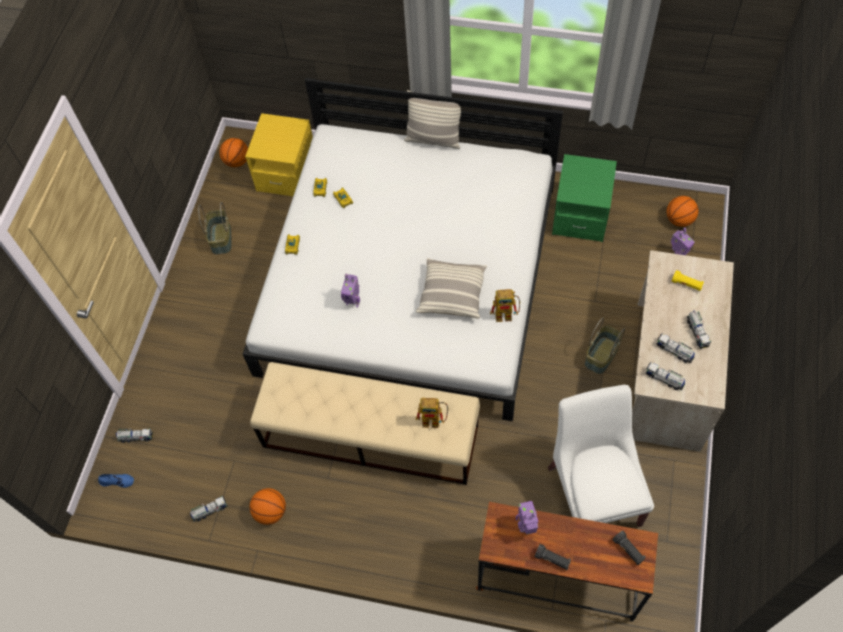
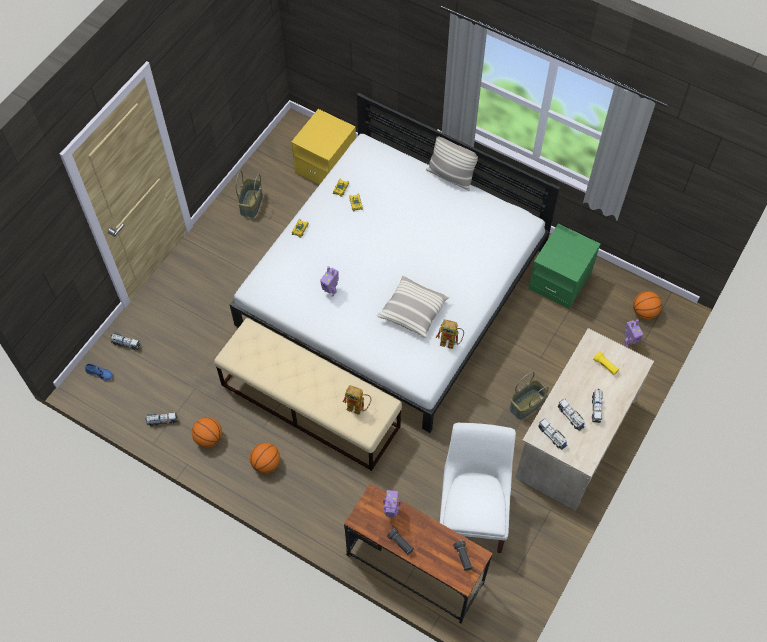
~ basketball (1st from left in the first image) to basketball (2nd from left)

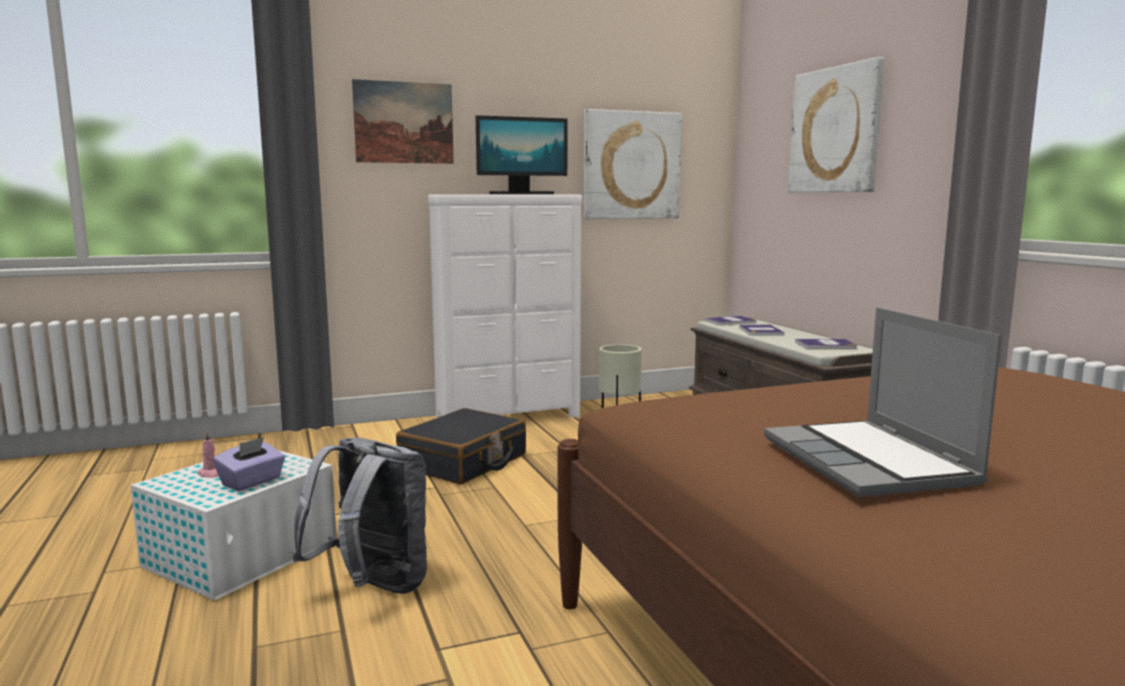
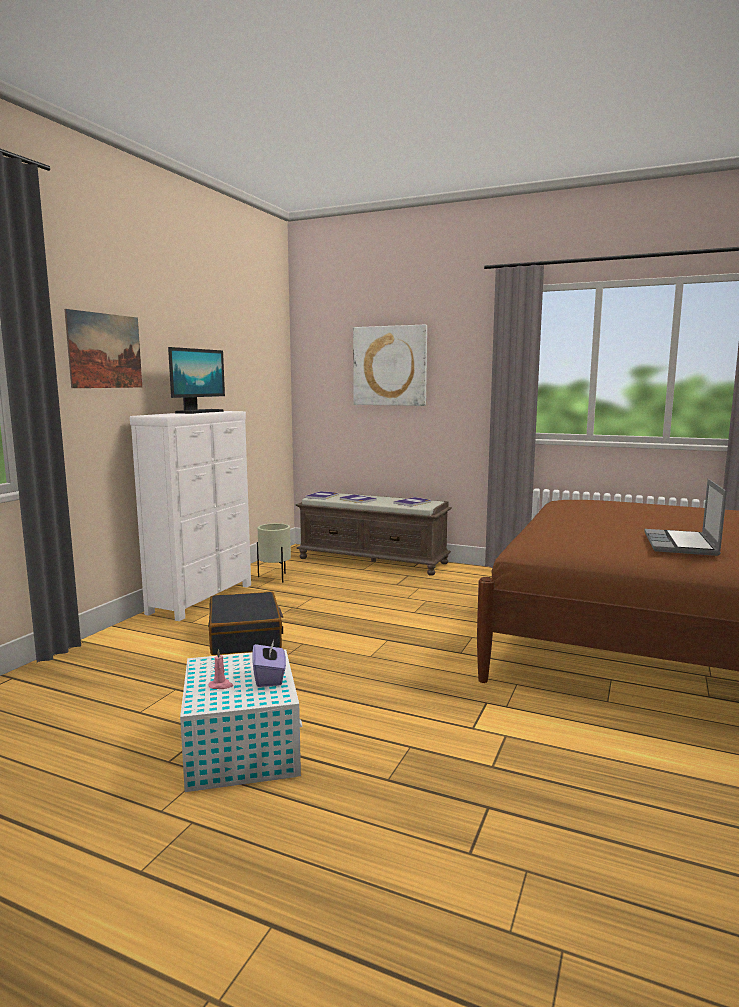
- grey backpack
- picture (2nd from left)
~ laptop 75 degrees clockwise

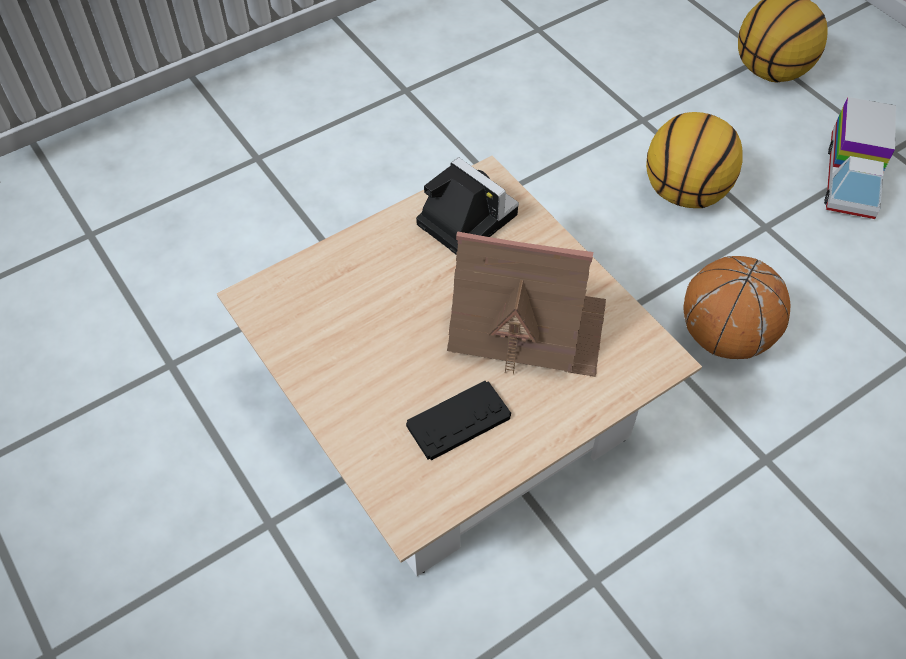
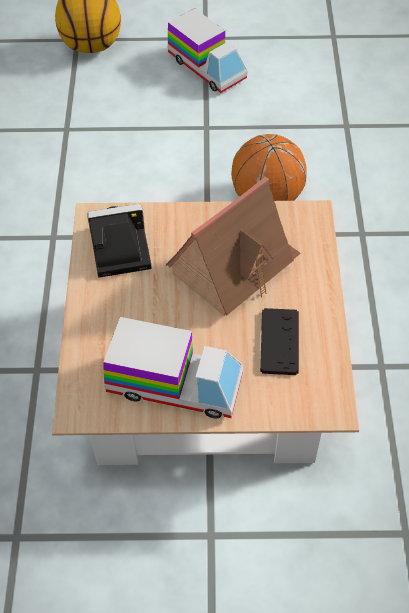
- basketball (1st from left)
+ toy truck (1st from left)

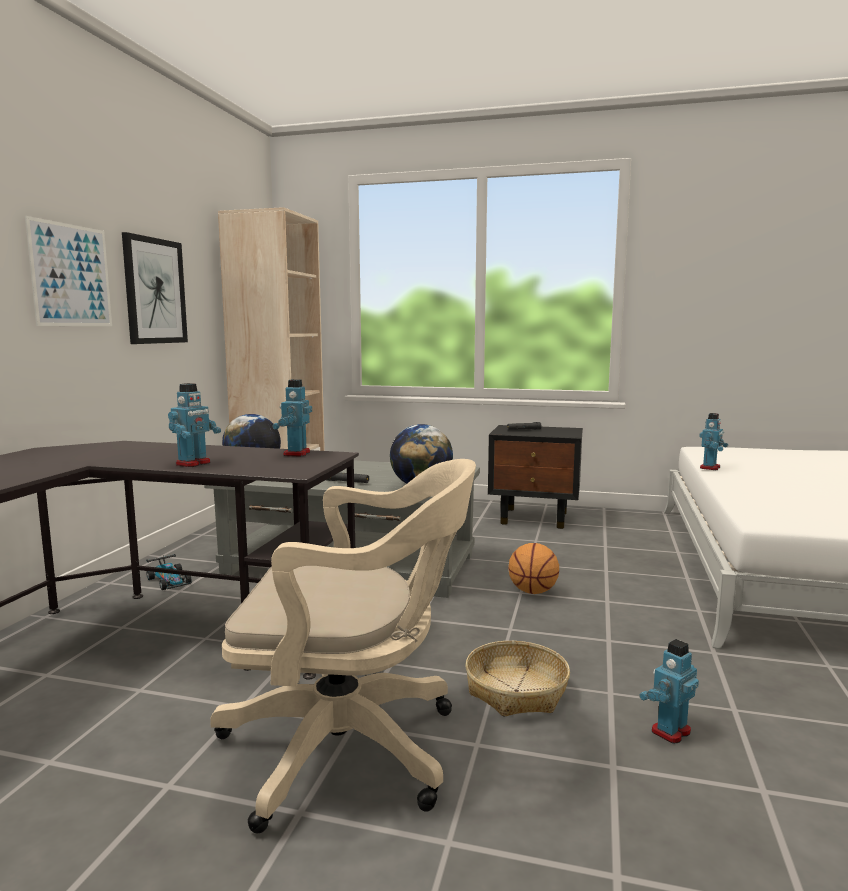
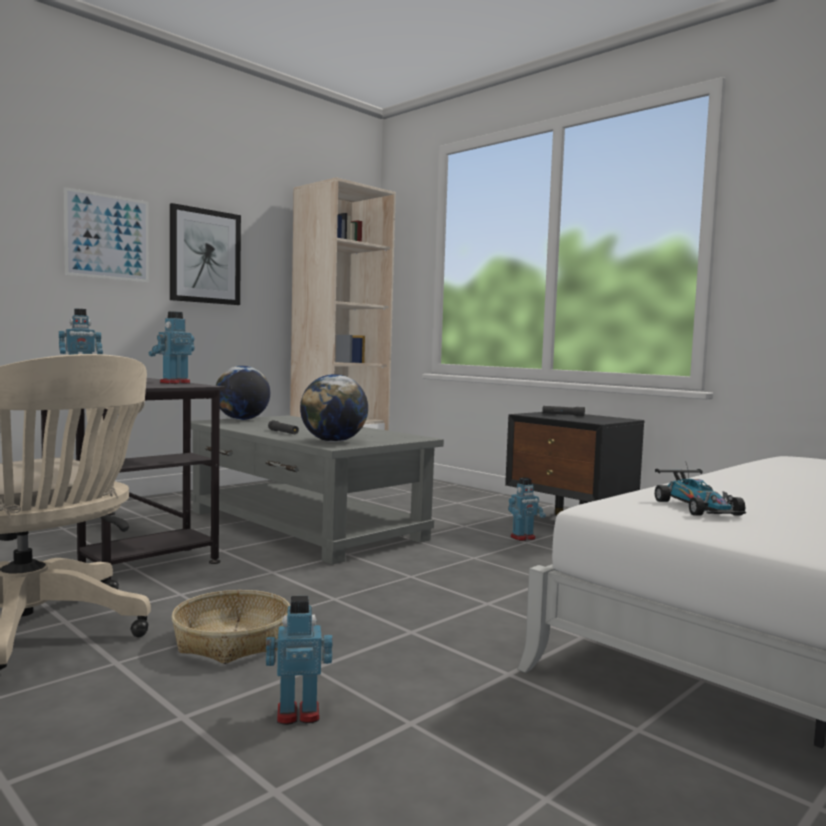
~ toy car
- basketball
~ toy robot (4th from left)

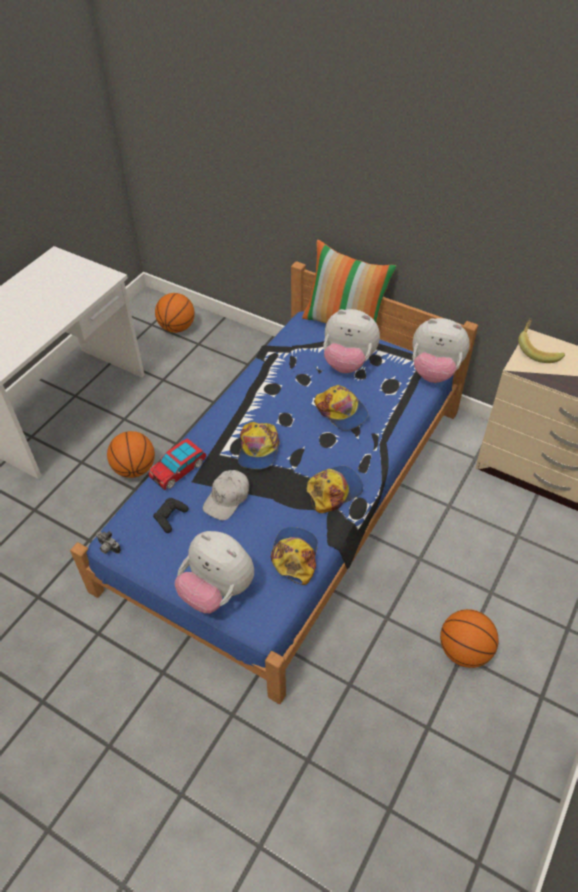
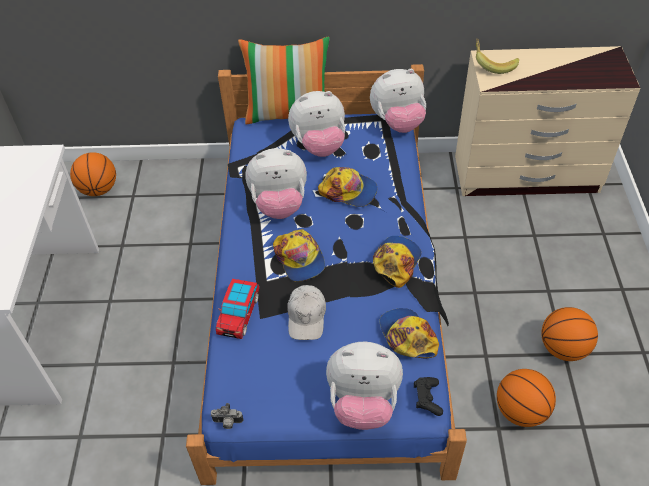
~ basketball (1st from left in the first image) to basketball (2nd from left)
~ black game controller
+ plush toy (1st from left)

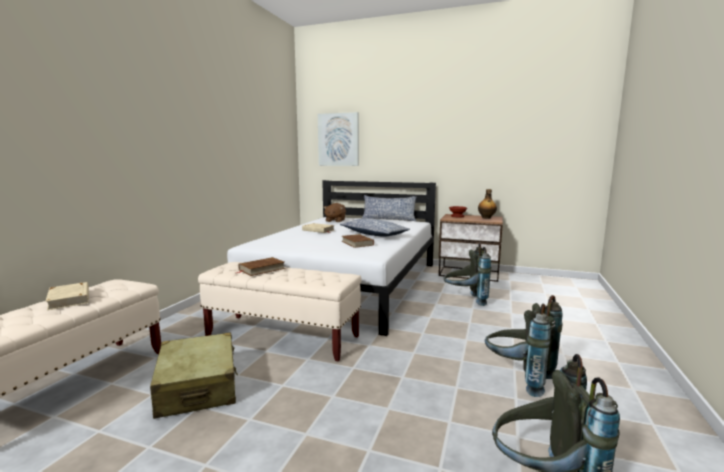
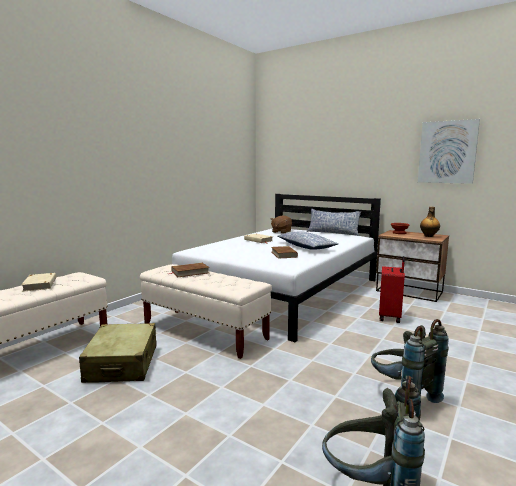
~ picture
~ grey backpack (1st from left) to red suitcase

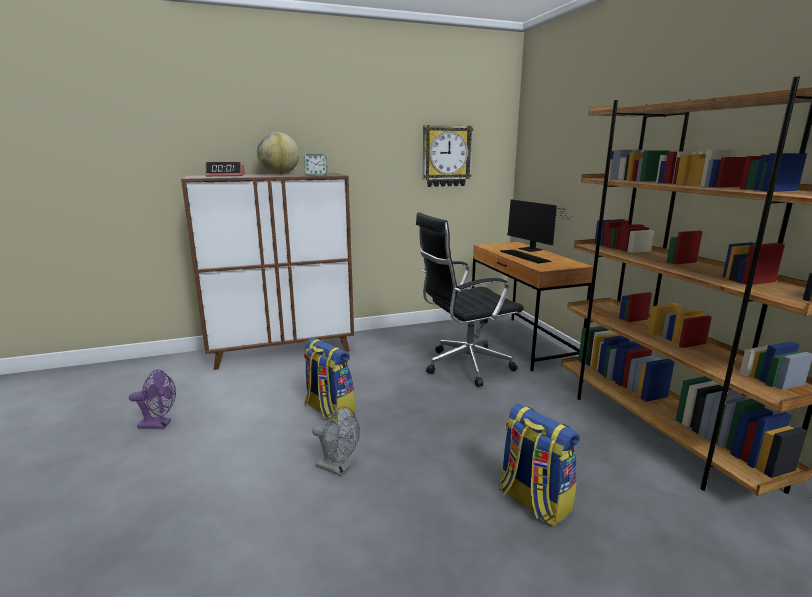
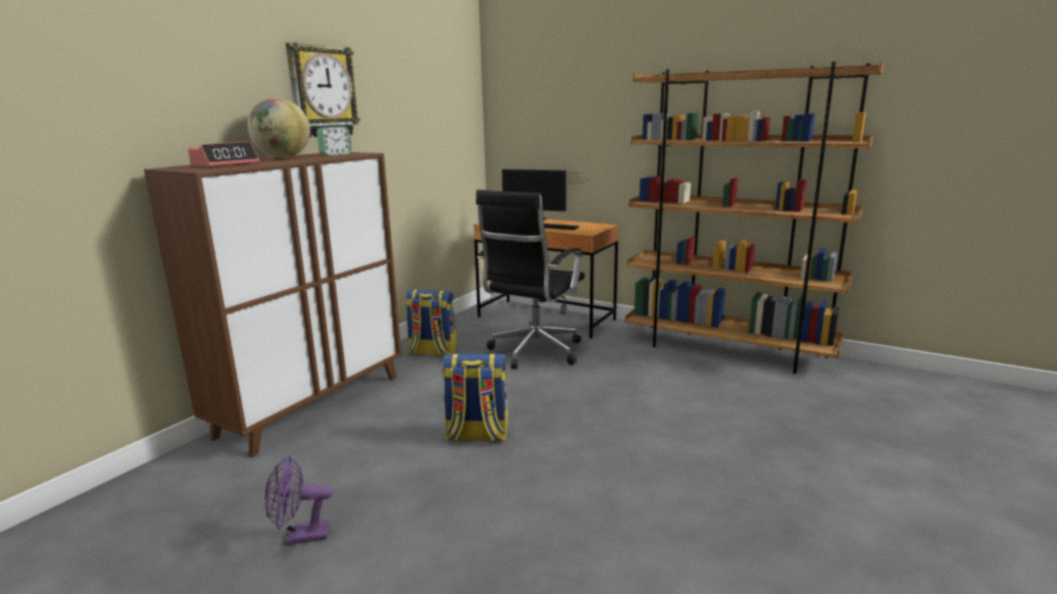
~ purple fan 150 degrees counterclockwise
- grey fan
~ wall clock
~ backpack (2nd from left in the first image) to backpack (1st from left)

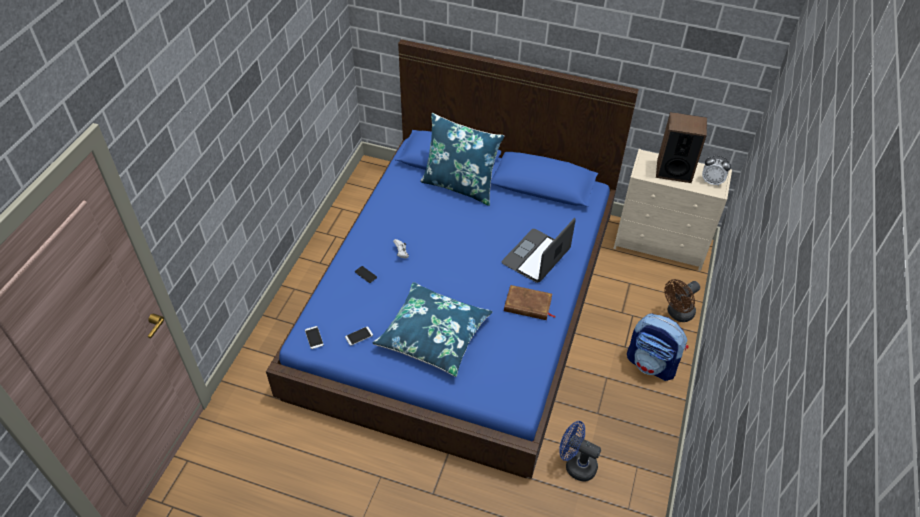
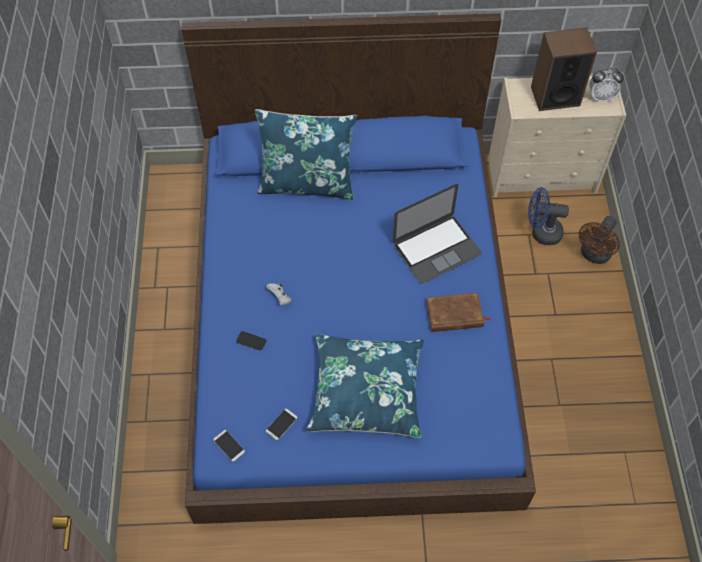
~ laptop 135 degrees counterclockwise
~ blue fan
- backpack

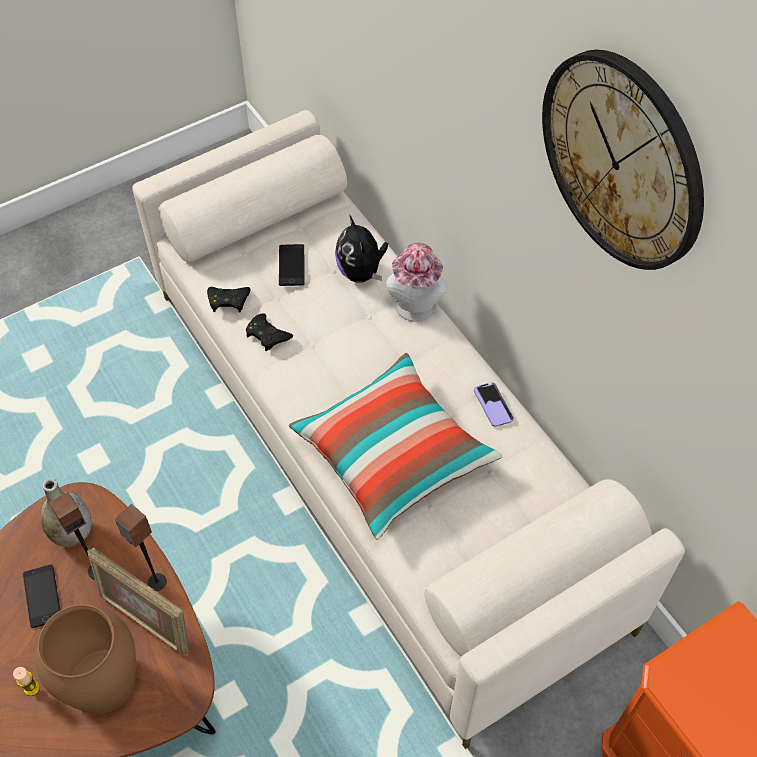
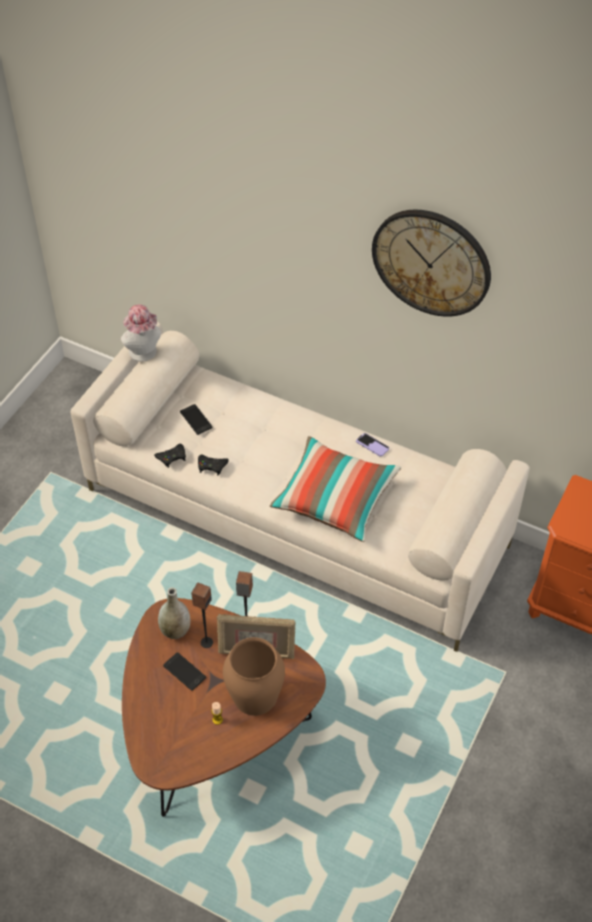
- plush toy
~ hat

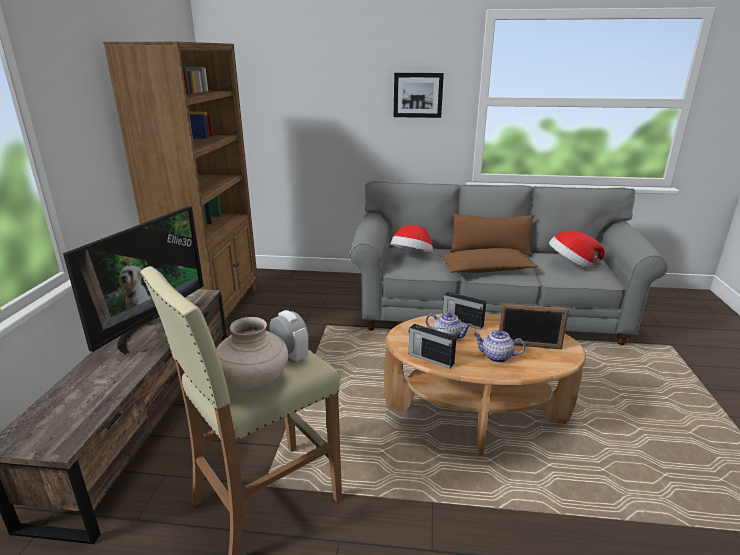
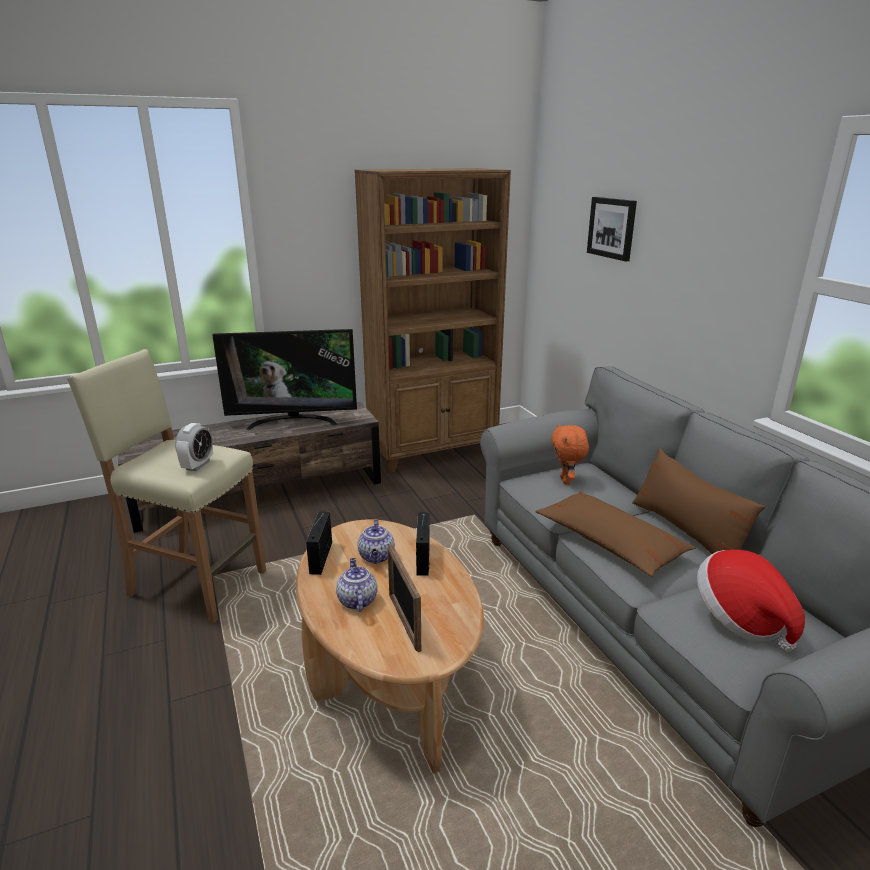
- beige vase
~ hat (1st from left) to orange plush toy
~ picture

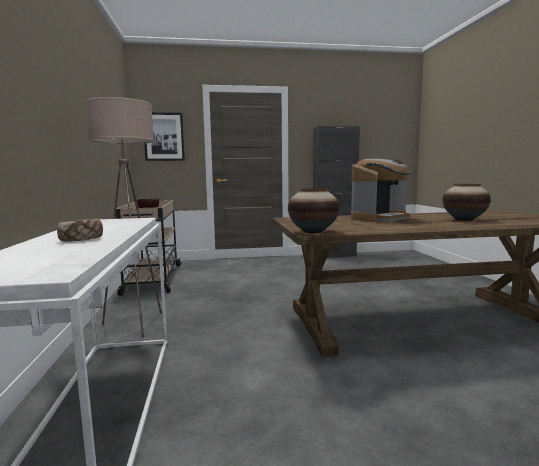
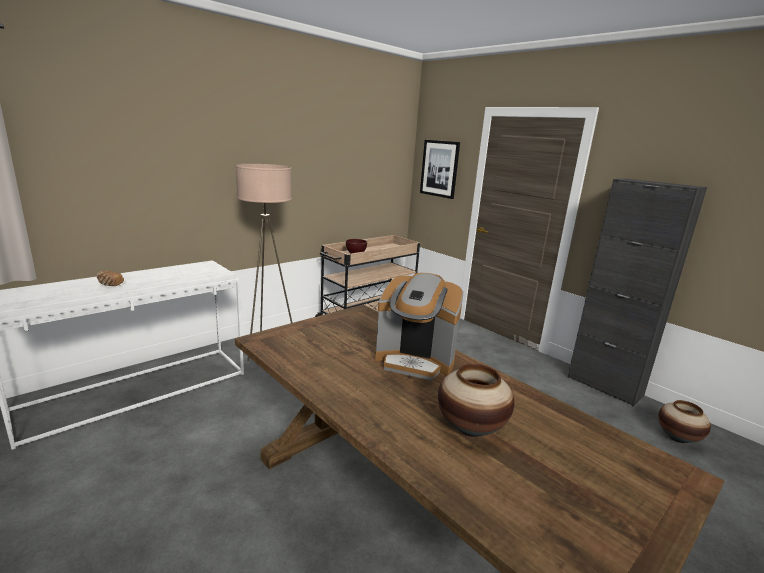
~ vase (1st from left in the first image) to vase (2nd from left)

